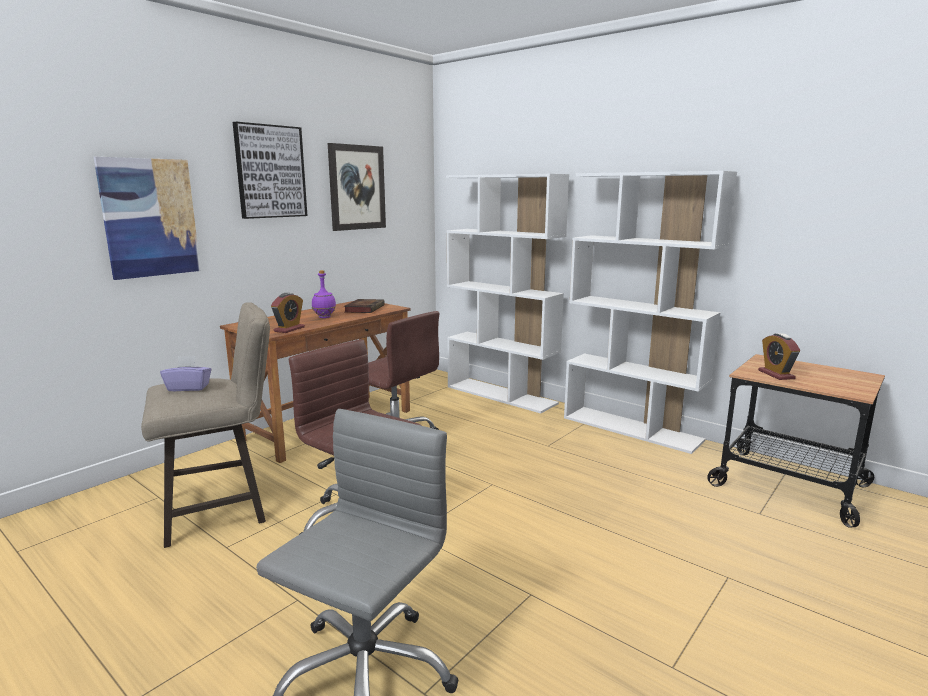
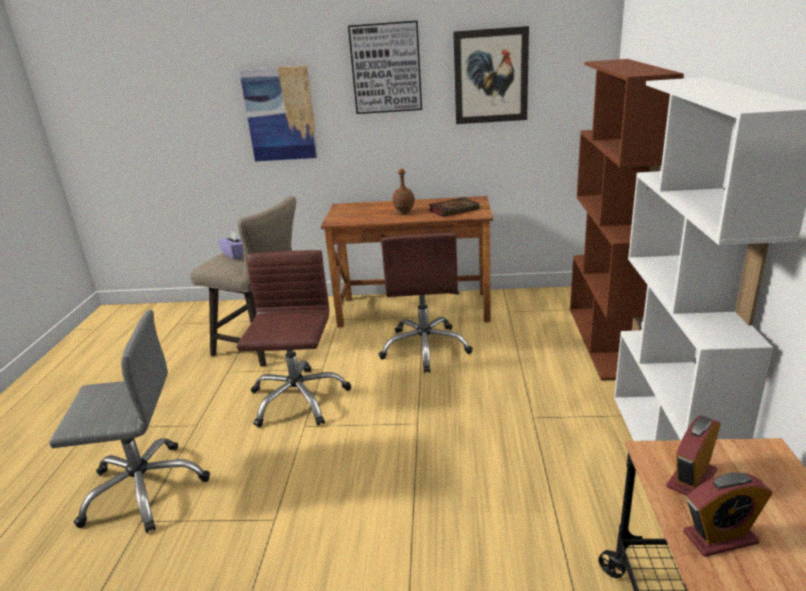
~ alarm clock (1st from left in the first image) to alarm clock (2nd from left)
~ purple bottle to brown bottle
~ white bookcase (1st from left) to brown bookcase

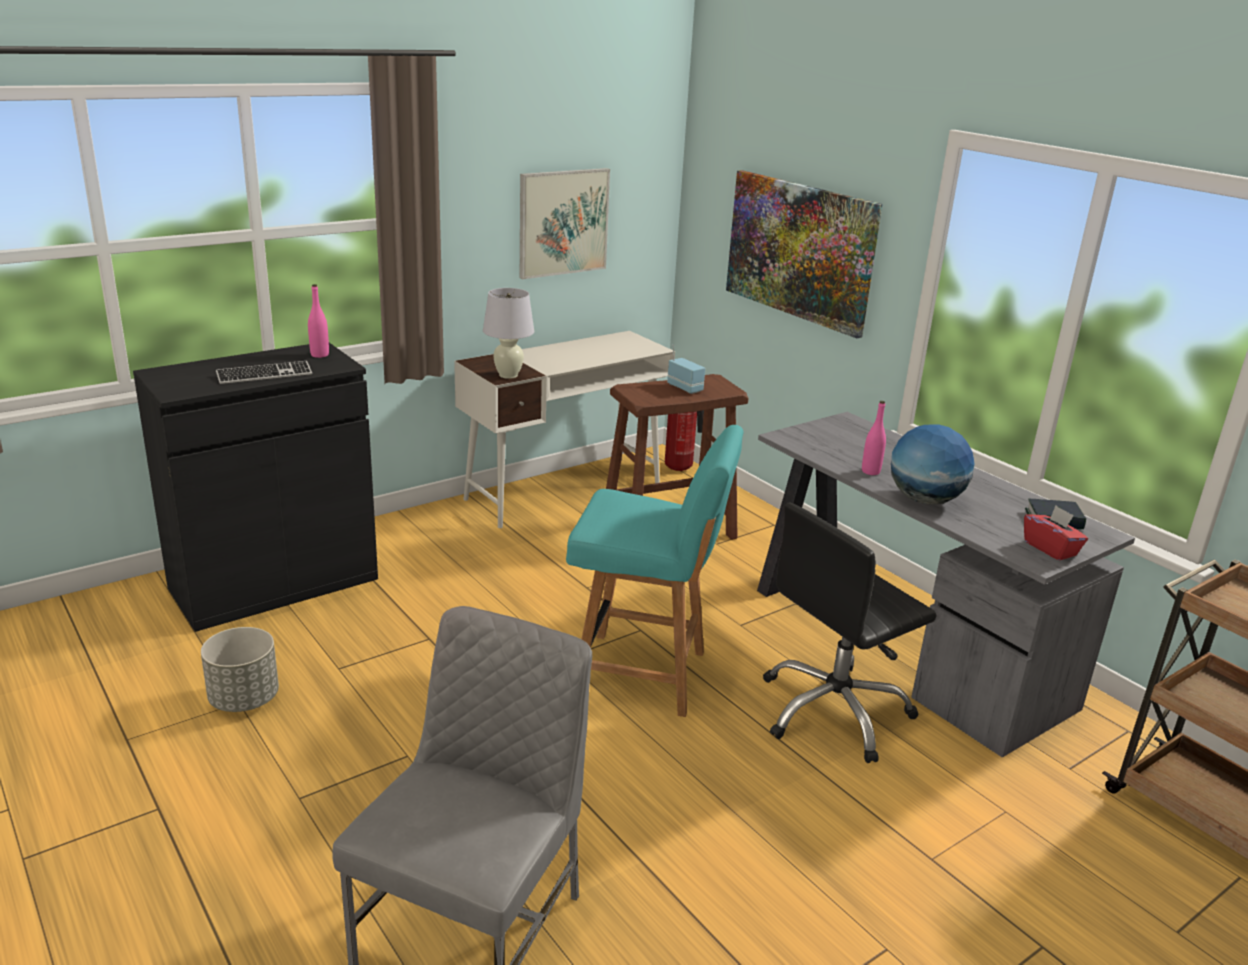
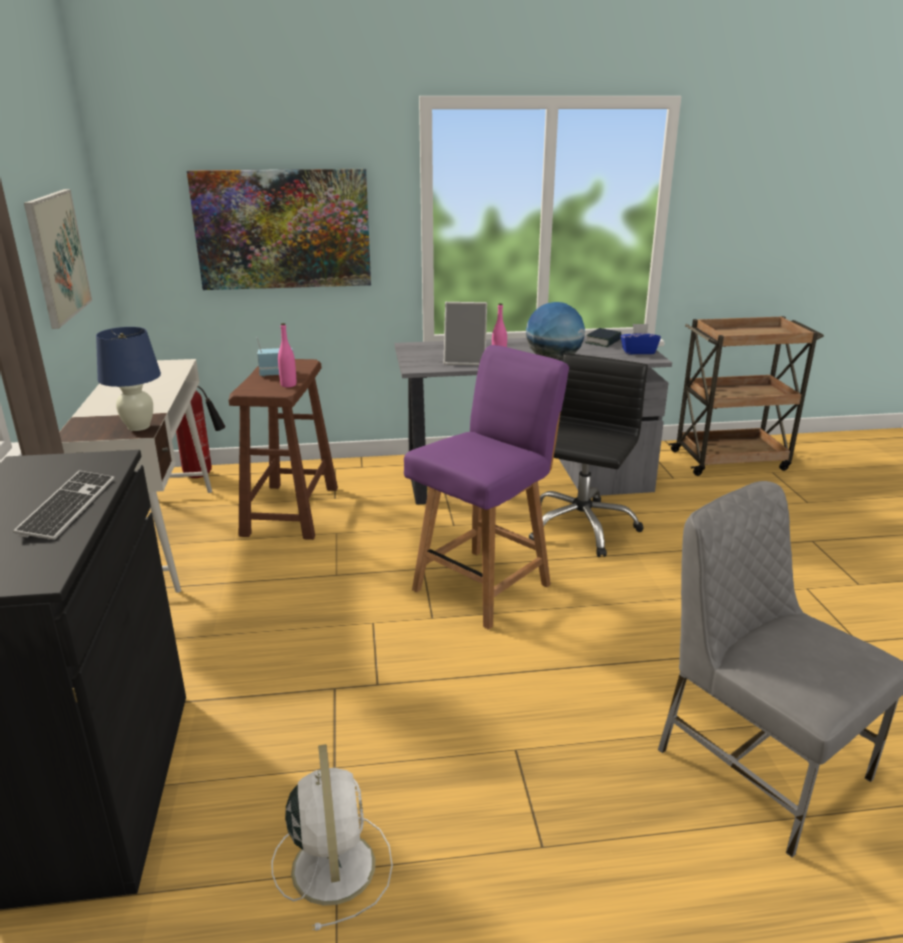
~ grey planter to white fan
~ pink bottle (1st from left)
~ white table lamp to blue table lamp
~ turquoise chair to purple chair
~ black office chair 150 degrees counterclockwise
~ red tissue box to blue tissue box
+ picture frame

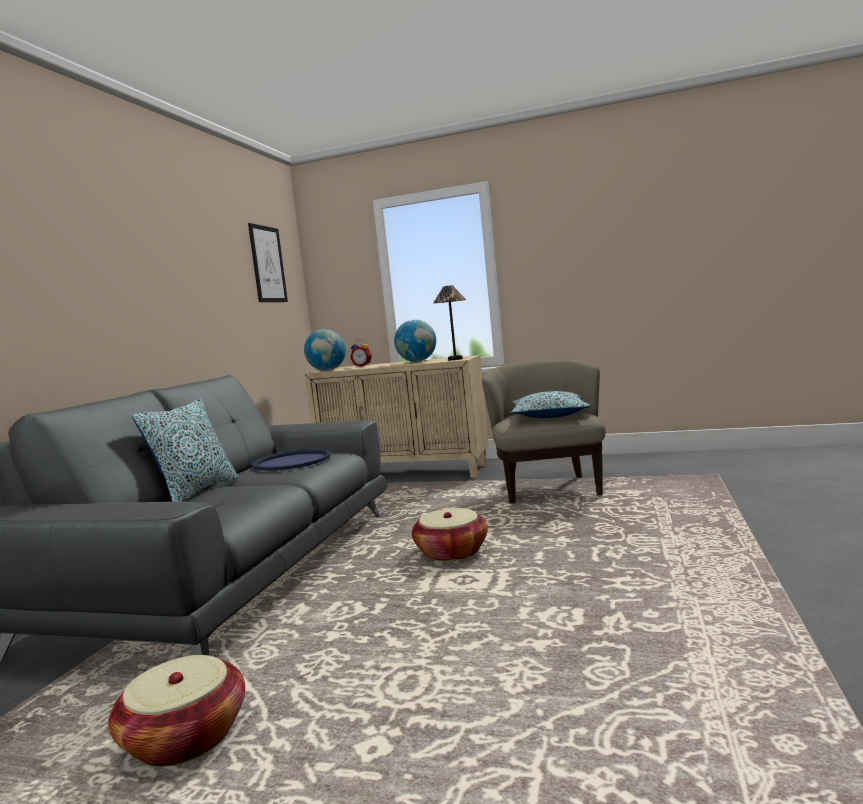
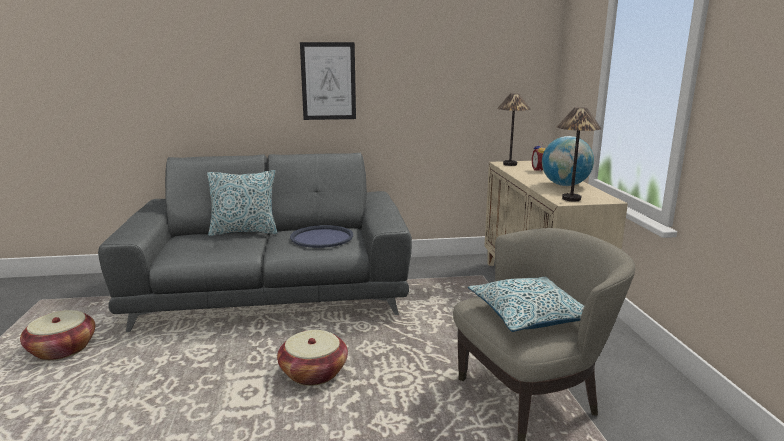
~ picture
~ globe (1st from left) to table lamp (1st from left)

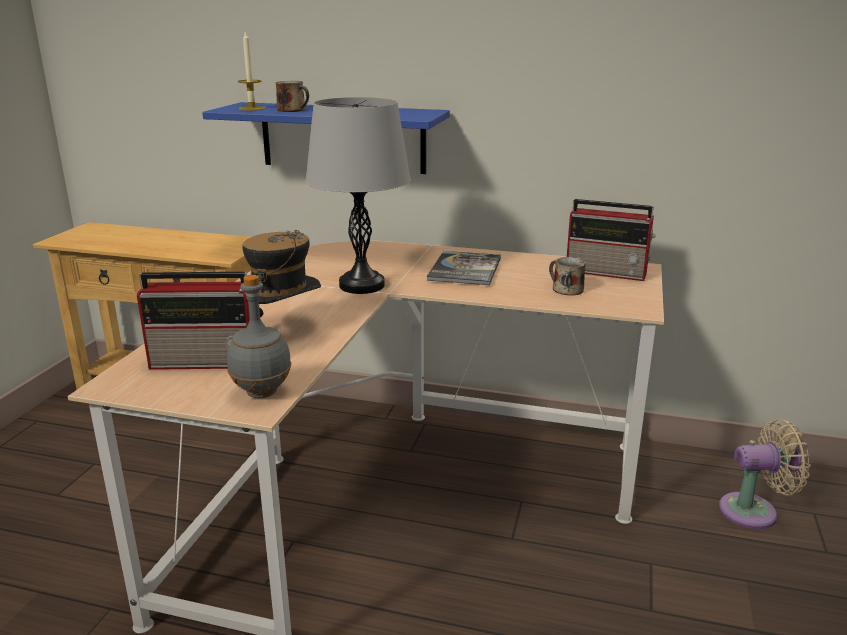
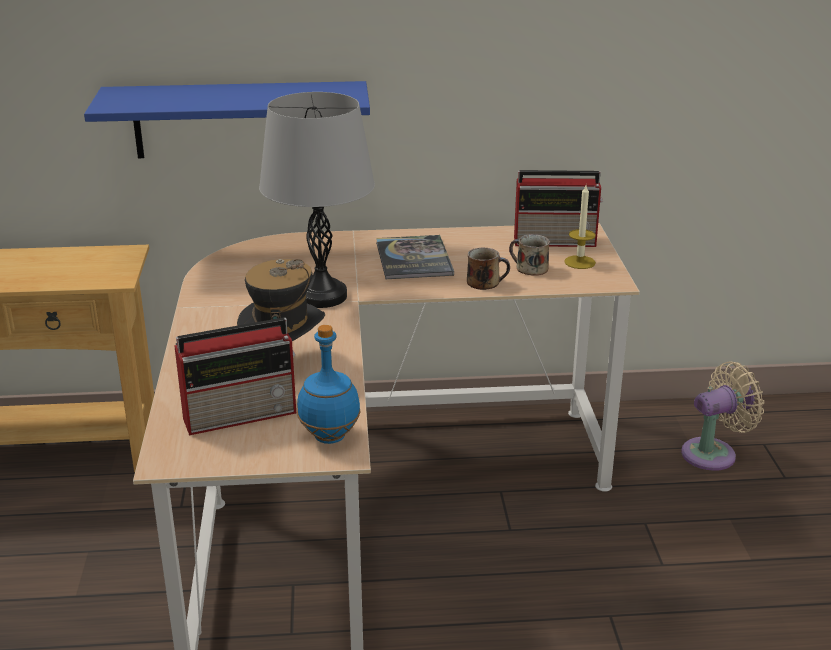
~ grey bottle to blue bottle
~ candle
~ mug (1st from left)

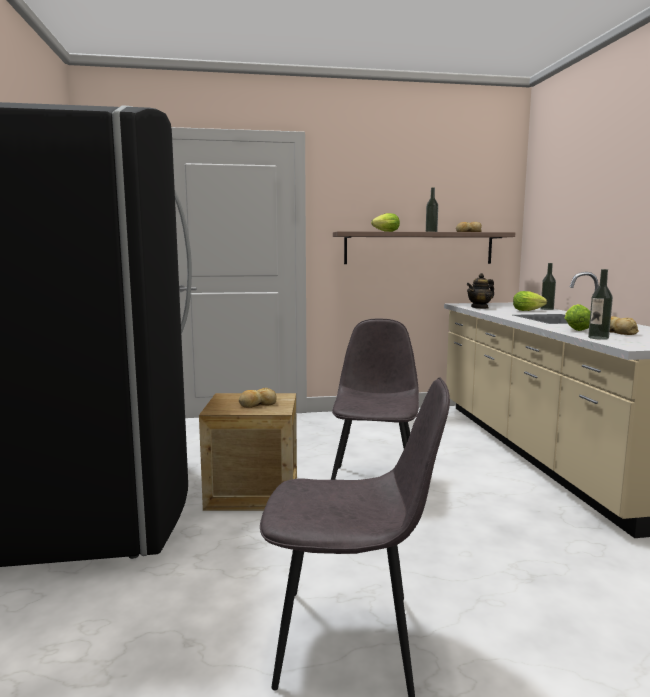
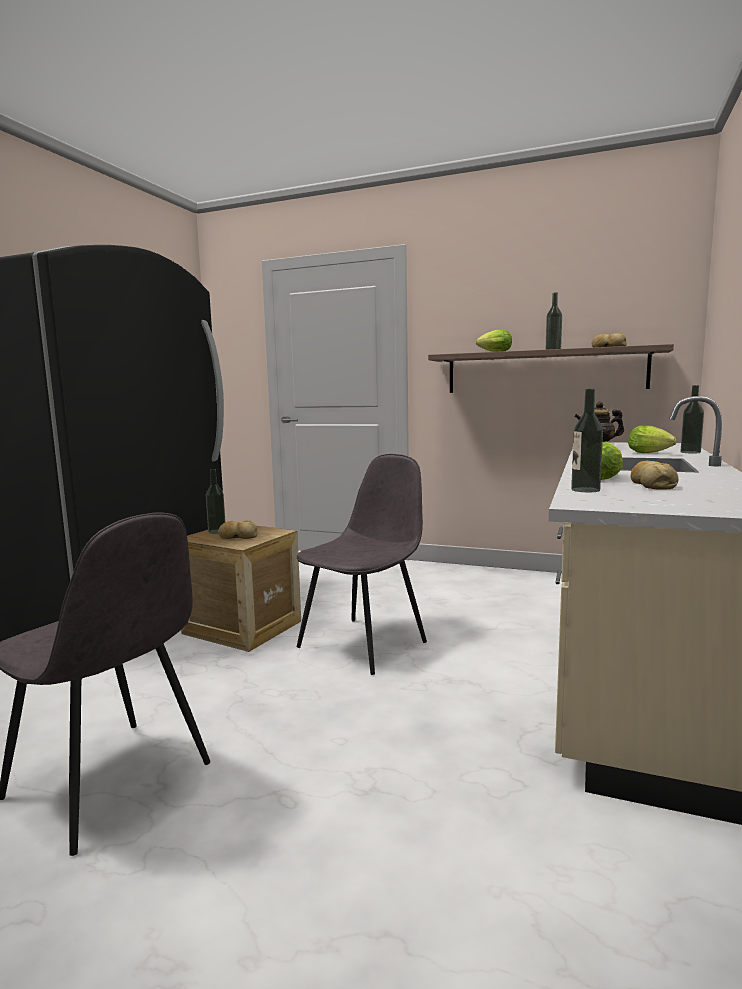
+ bottle (1st from left)

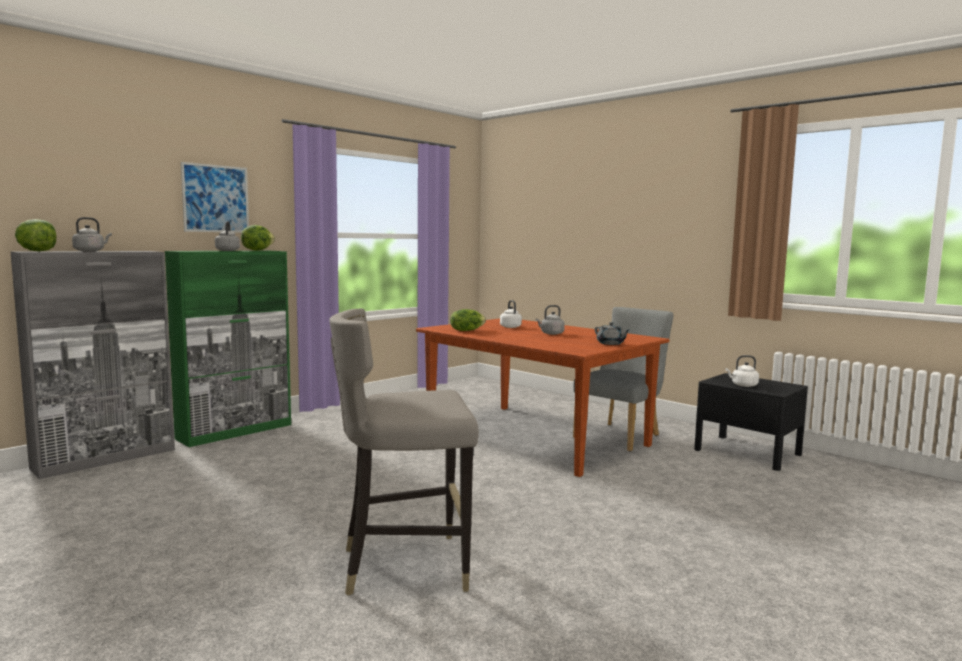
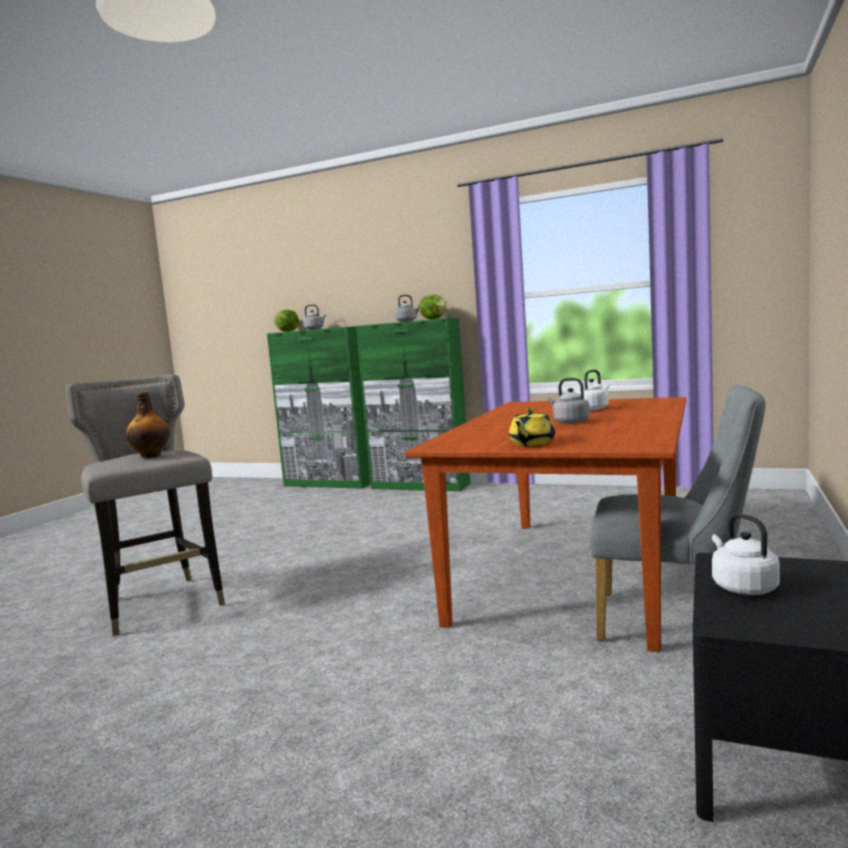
~ grey cabinet to green cabinet (1st from left)
- picture
- lettuce (3rd from left)
~ grey teapot to yellow teapot
+ bottle

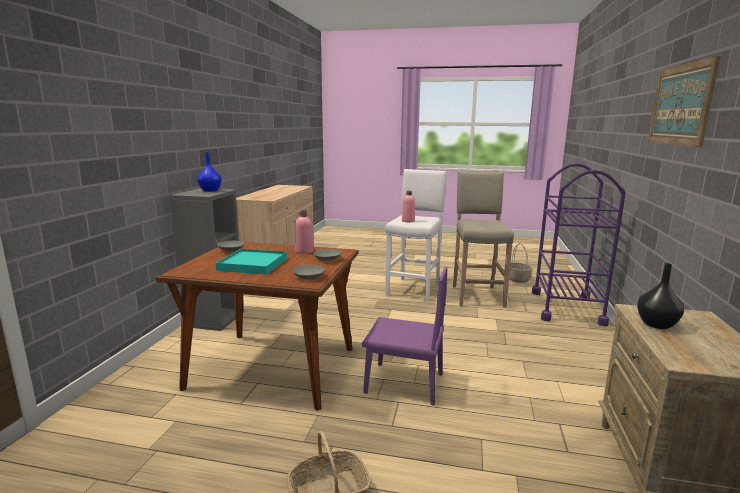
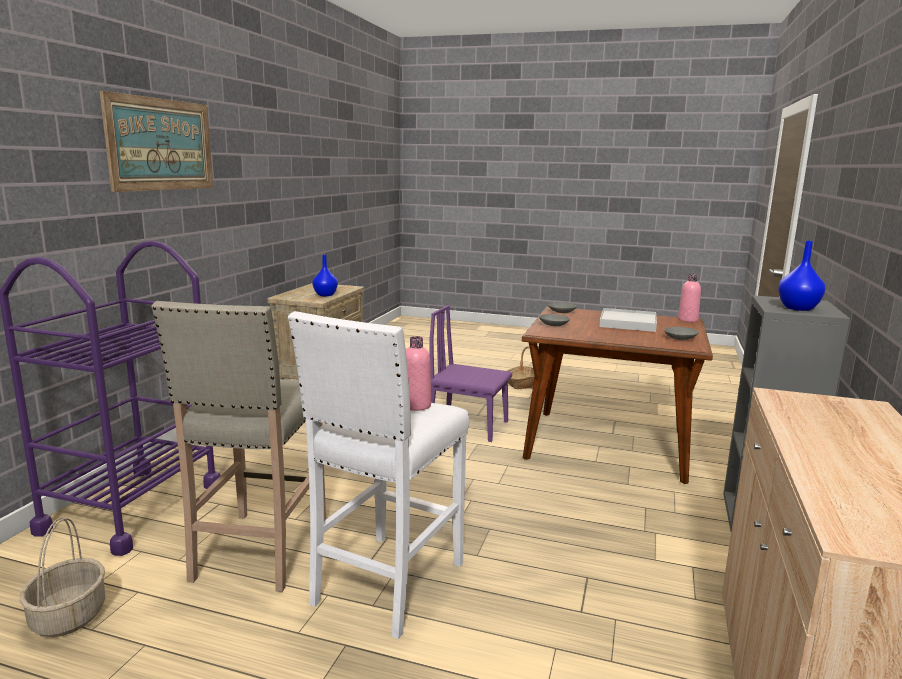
~ turquoise tray to white tray
~ pink bottle (1st from left in the first image) to pink bottle (2nd from left)
~ black vase to blue vase (1st from left)

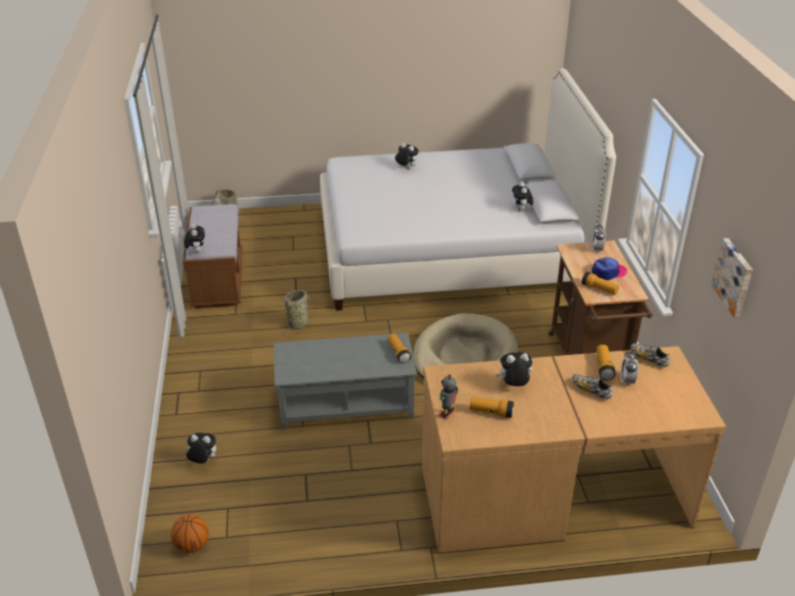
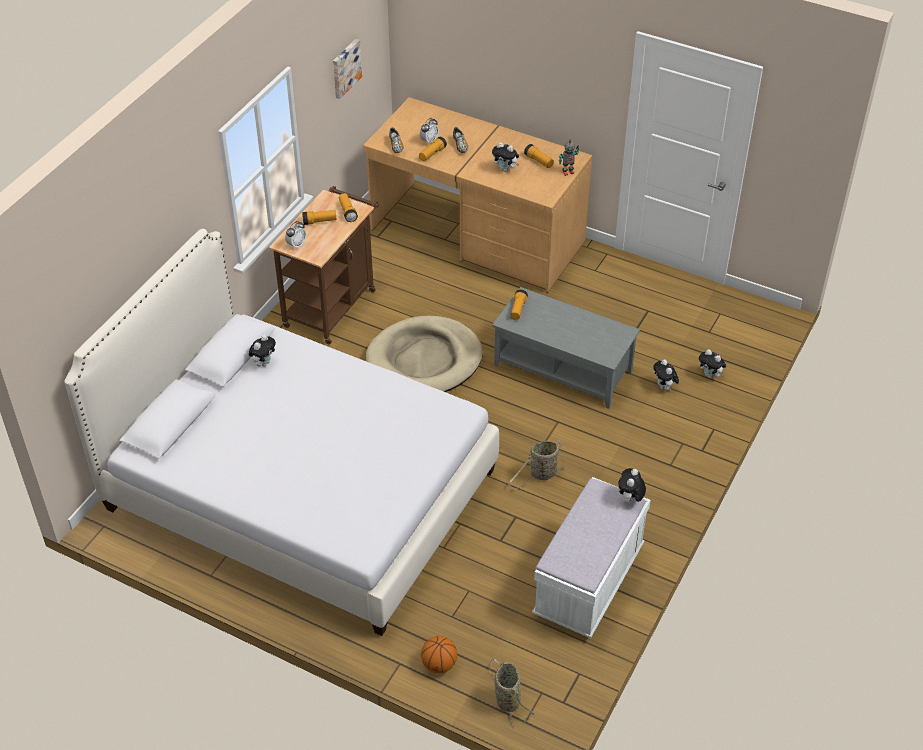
~ basketball
~ brown bench to white bench
~ plush toy (3rd from left in the first image) to plush toy (4th from left)
~ cap to flashlight (1st from left)

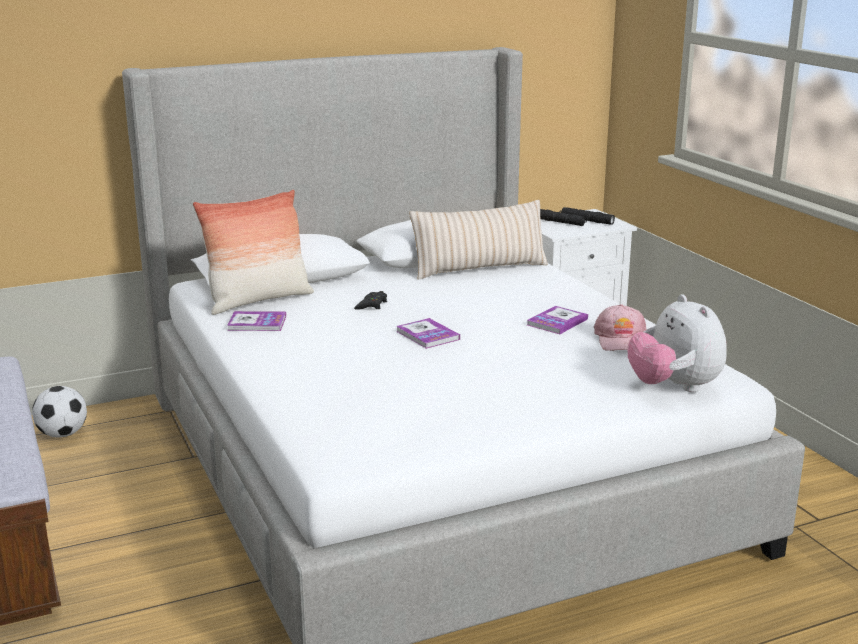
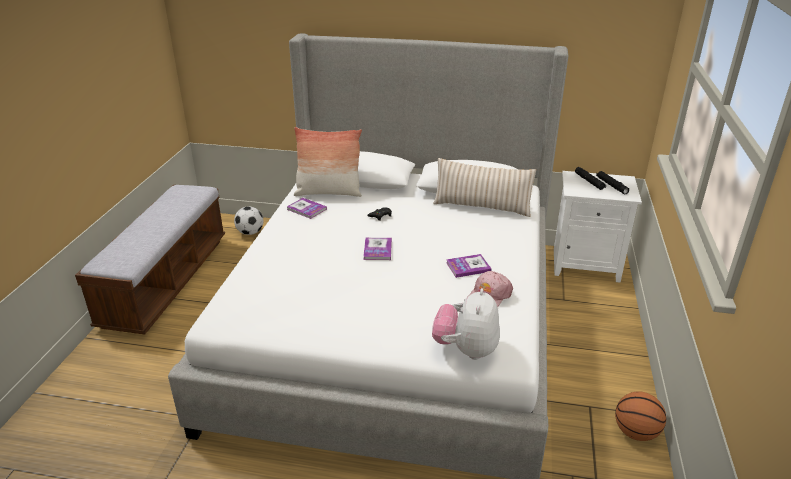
+ basketball

